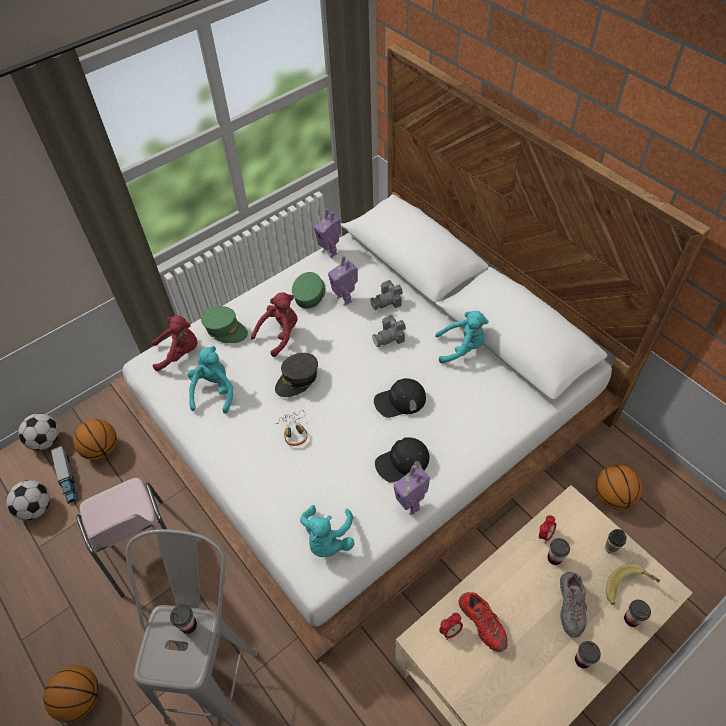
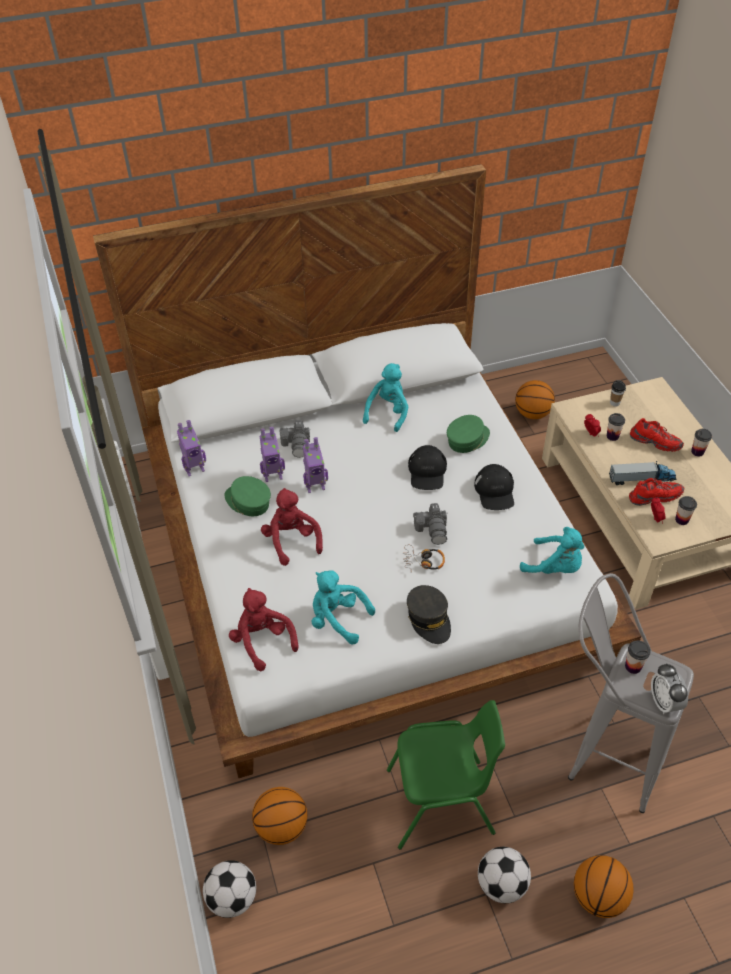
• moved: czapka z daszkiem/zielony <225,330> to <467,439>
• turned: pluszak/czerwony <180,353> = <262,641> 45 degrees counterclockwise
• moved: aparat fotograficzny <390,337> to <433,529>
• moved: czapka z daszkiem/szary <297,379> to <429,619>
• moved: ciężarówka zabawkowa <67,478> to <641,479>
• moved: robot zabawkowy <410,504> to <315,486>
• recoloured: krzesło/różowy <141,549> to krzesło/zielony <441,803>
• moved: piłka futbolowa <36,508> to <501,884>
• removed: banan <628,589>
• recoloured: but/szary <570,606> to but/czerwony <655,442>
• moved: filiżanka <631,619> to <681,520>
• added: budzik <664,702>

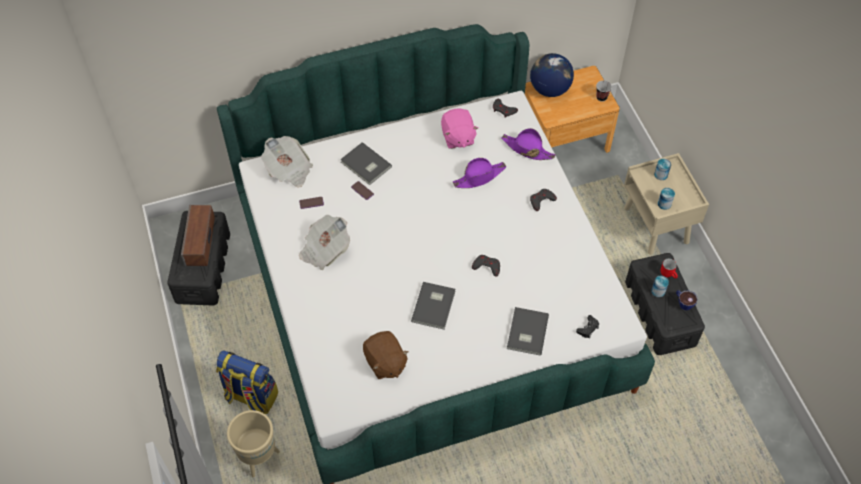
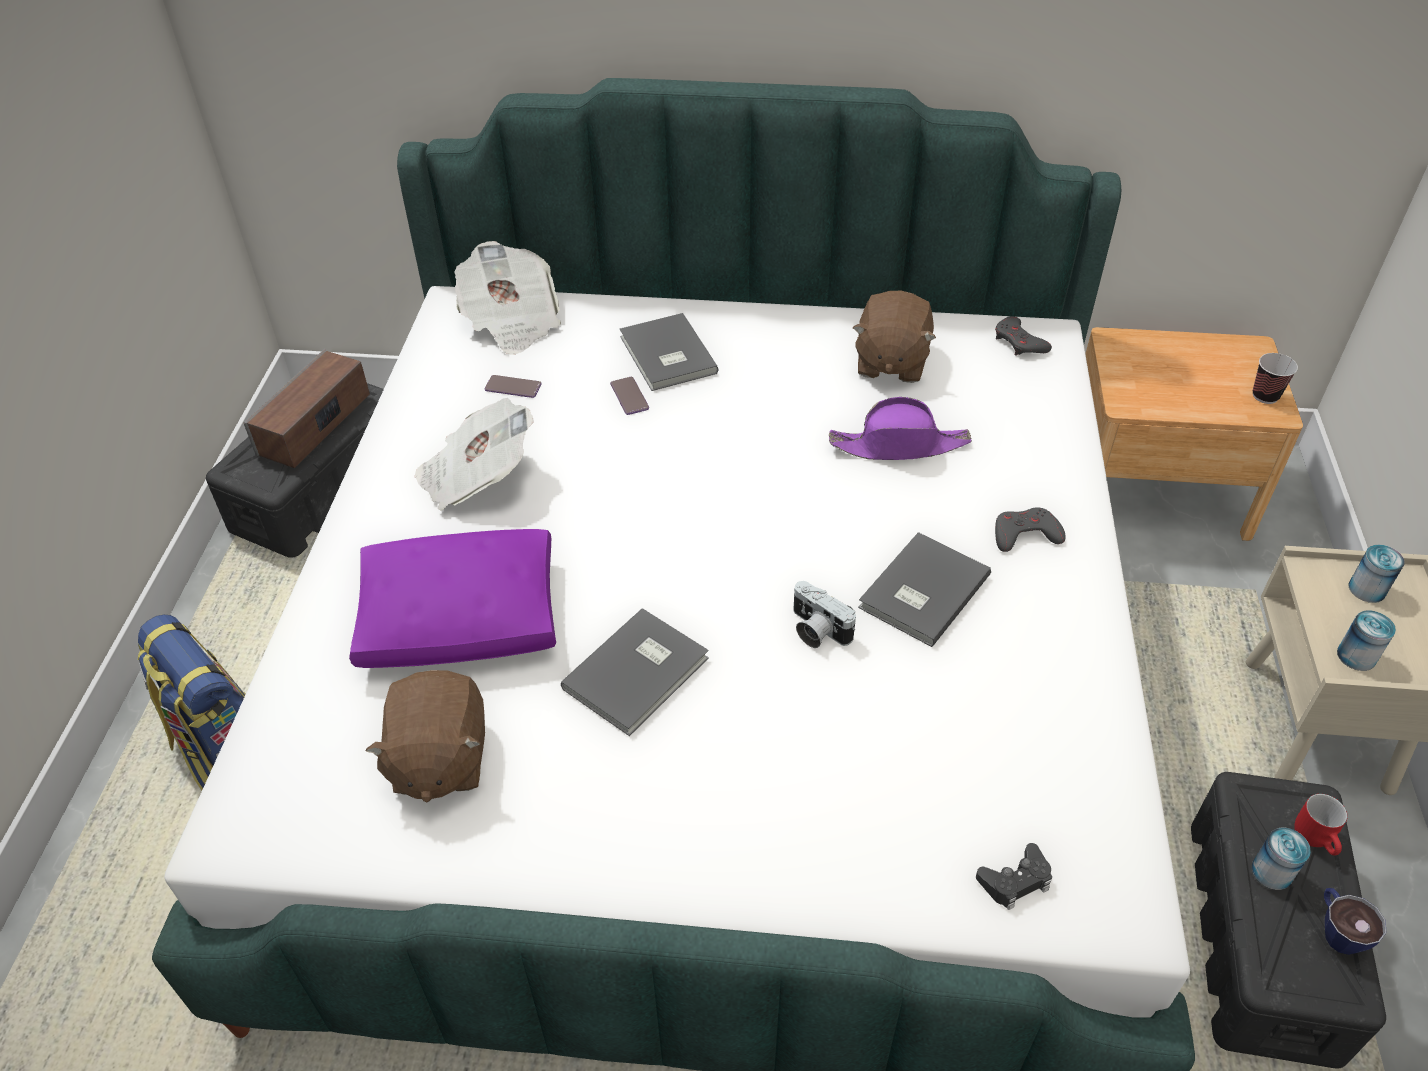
• removed: globus <549,89>
• recoloured: pluszak/różowy <457,137> to pluszak/brązowy <890,362>
• removed: kapelusz/fioletowy <527,149>
• replaced: pad do gier/szary <486,266> to aparat fotograficzny <816,630>
• moved: książka/szary <526,332> to <920,591>
• removed: donica/beżowy <258,458>
• added: poduszka/fioletowy <462,617>

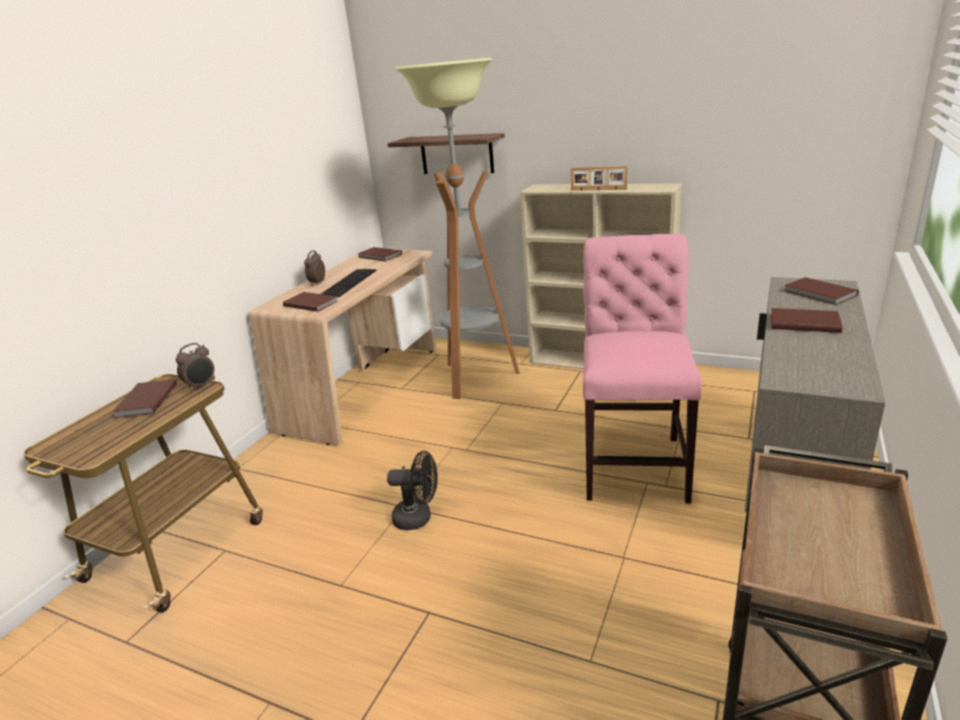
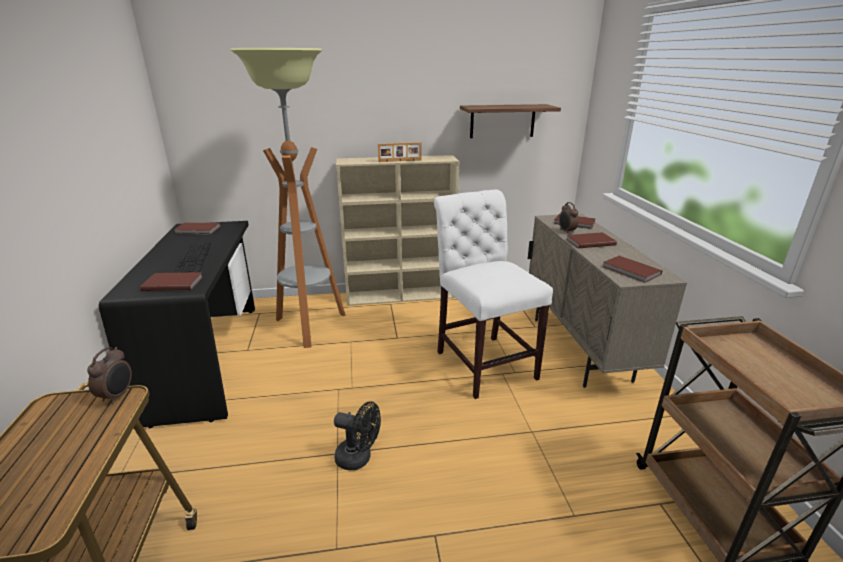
• moved: półka <456,154> to <502,121>
• recoloured: krzesło/różowy <635,462> to krzesło/biały <483,361>
• recoloured: biurko/beżowy <366,388> to biurko/czarny <209,358>
• moved: budzik <317,283> to <566,232>
• moved: książka/brązowy <145,401> to <631,271>
• turned: wentylator/czarny <419,518> = <359,458> 45 degrees clockwise

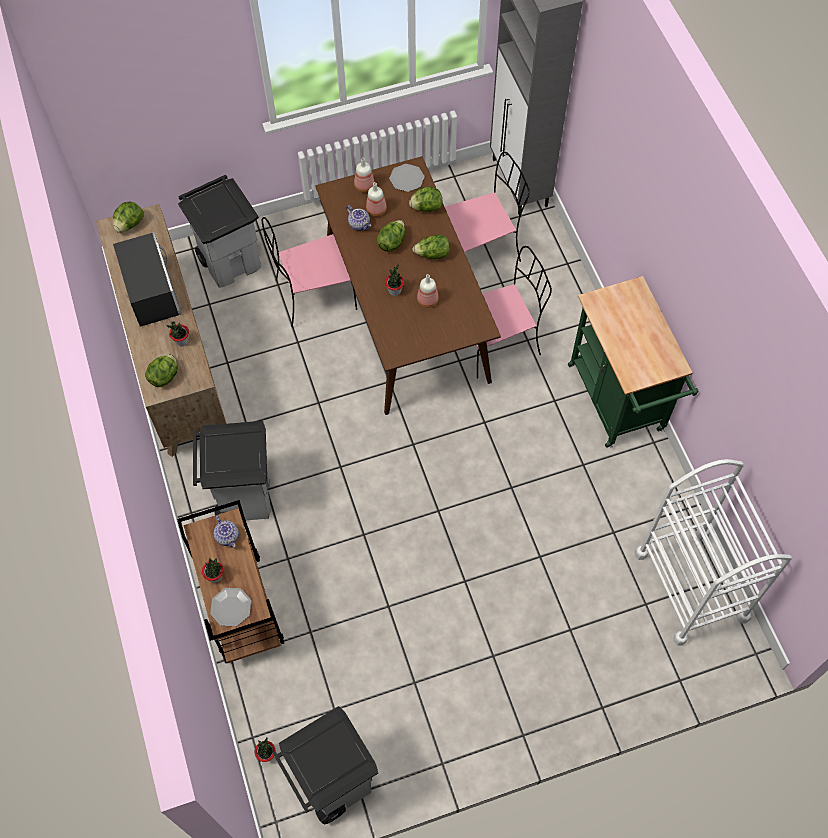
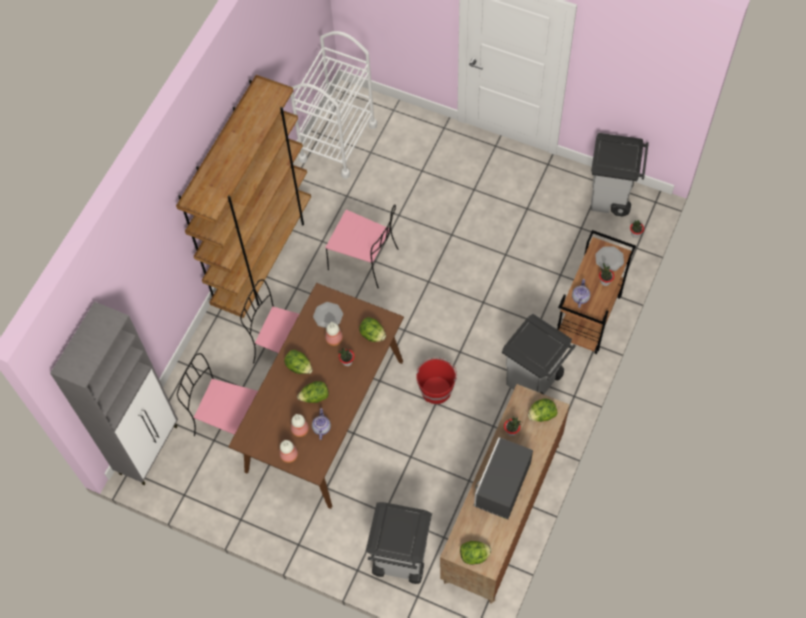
• moved: talerz <406,178> to <328,315>
• moved: sałata <426,207> to <372,335>
• moved: krzesło/różowy <313,295> to <365,260>
• replaced: wózek/zielony <619,403> to regał/brązowy <263,256>
• added: wiadro/czerwony <436,389>

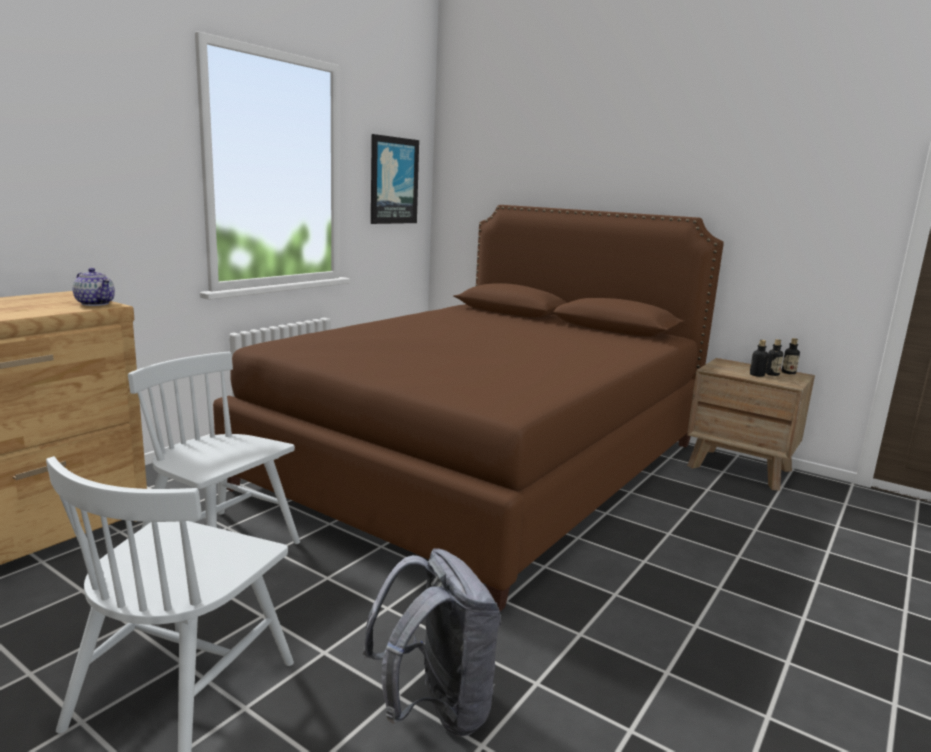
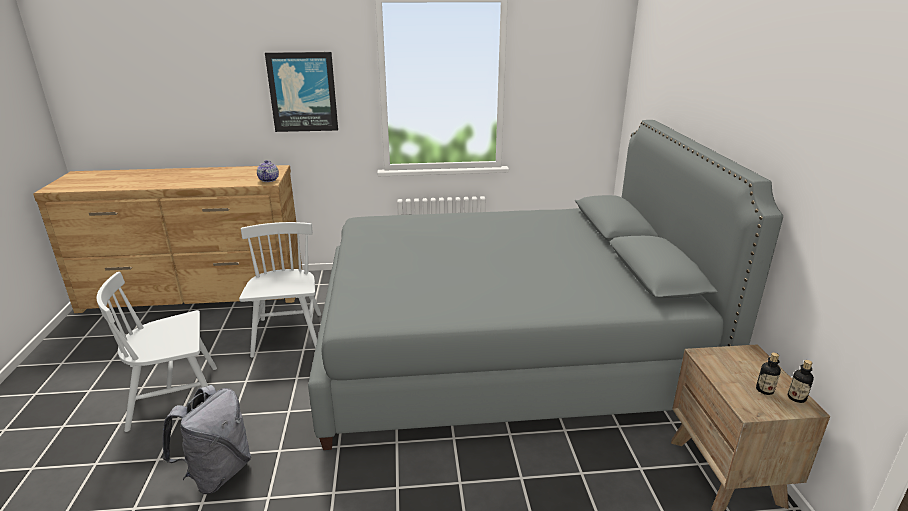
• moved: obraz <393,181> to <303,92>
• recoloured: łóżko/brązowy <484,464> to łóżko/szary <503,351>
• removed: butelka <757,375>

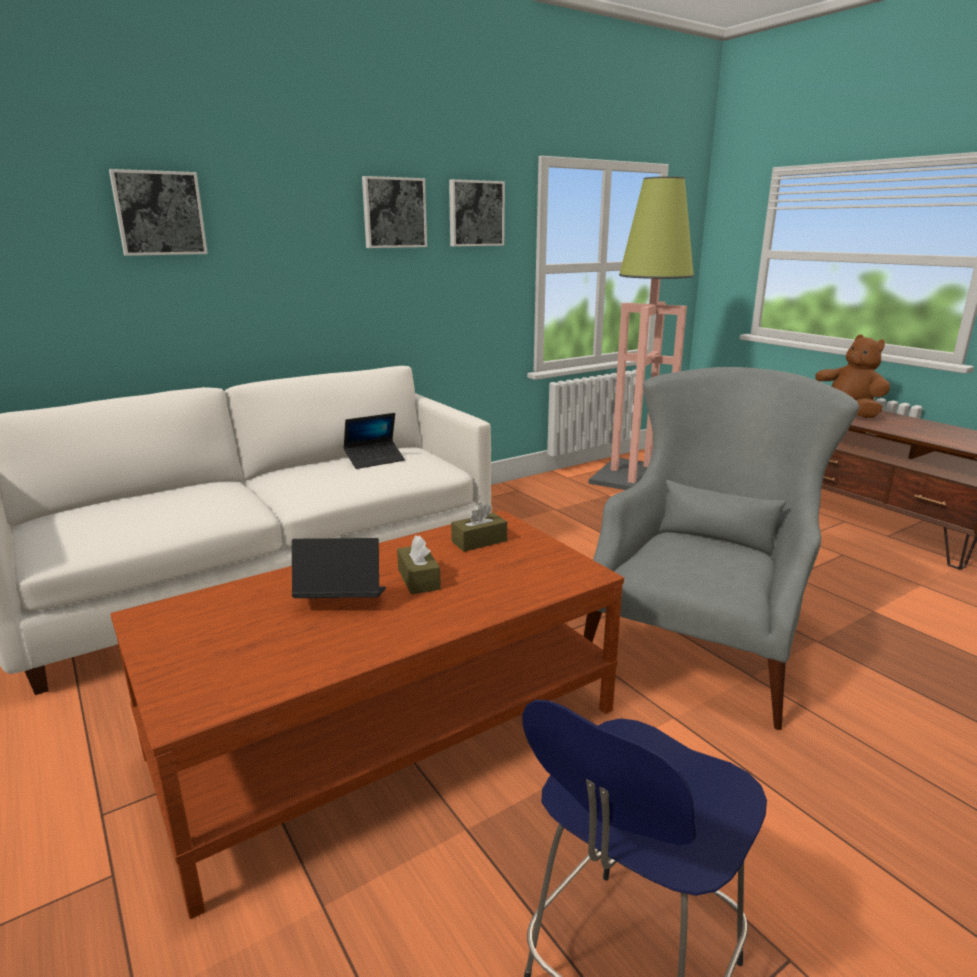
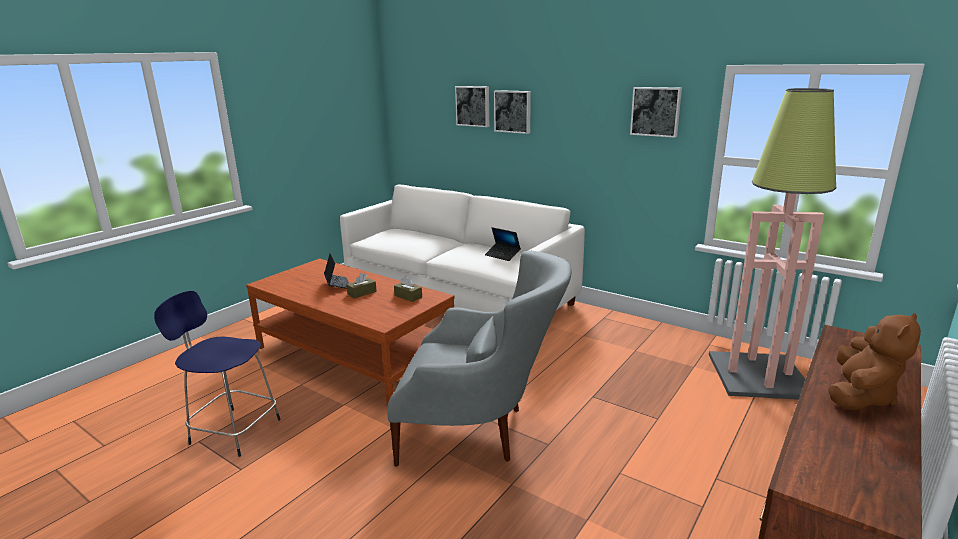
• moved: obraz <393,213> to <513,111>

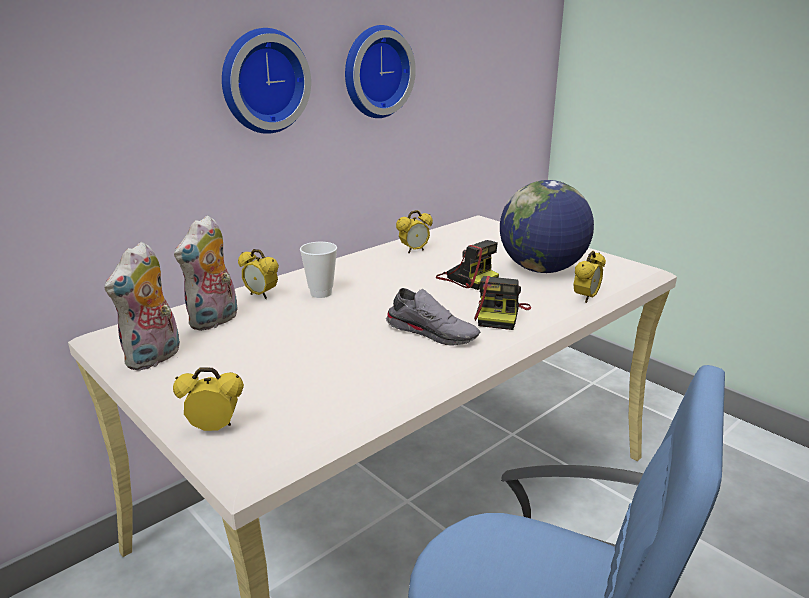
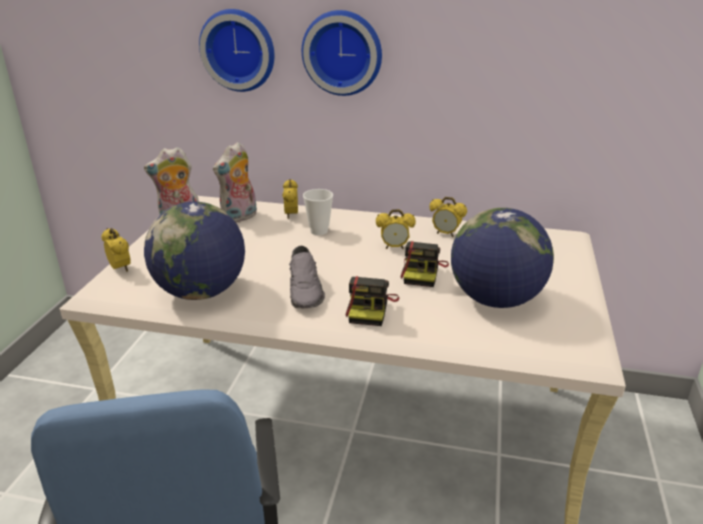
• moved: zegar ścienny <375,72> to <239,50>
• turned: pluszak <214,321> = <240,218> 45 degrees counterclockwise
• moved: budzik <586,298> to <394,247>
• turned: aparat fotograficzny <500,315> = <370,308> 60 degrees counterclockwise
• added: globus <201,292>

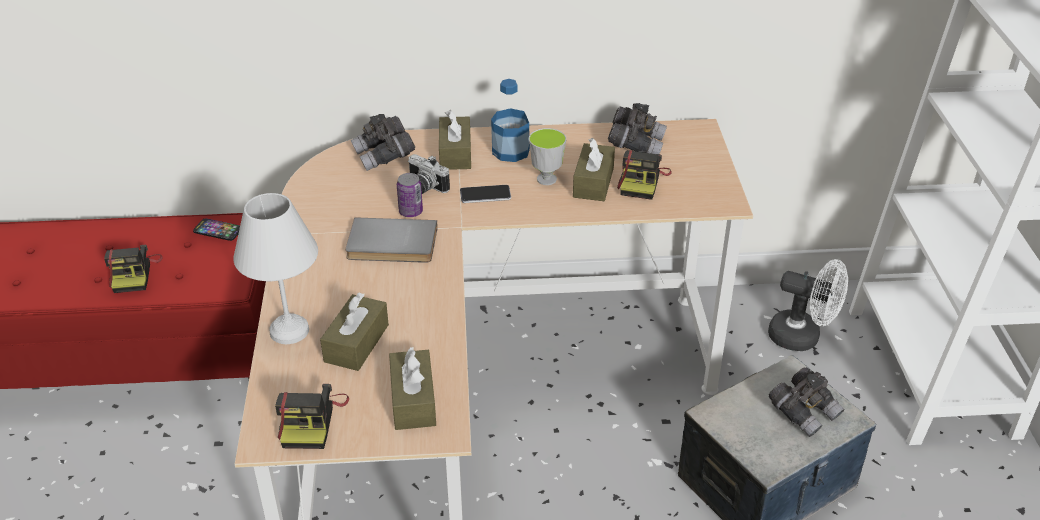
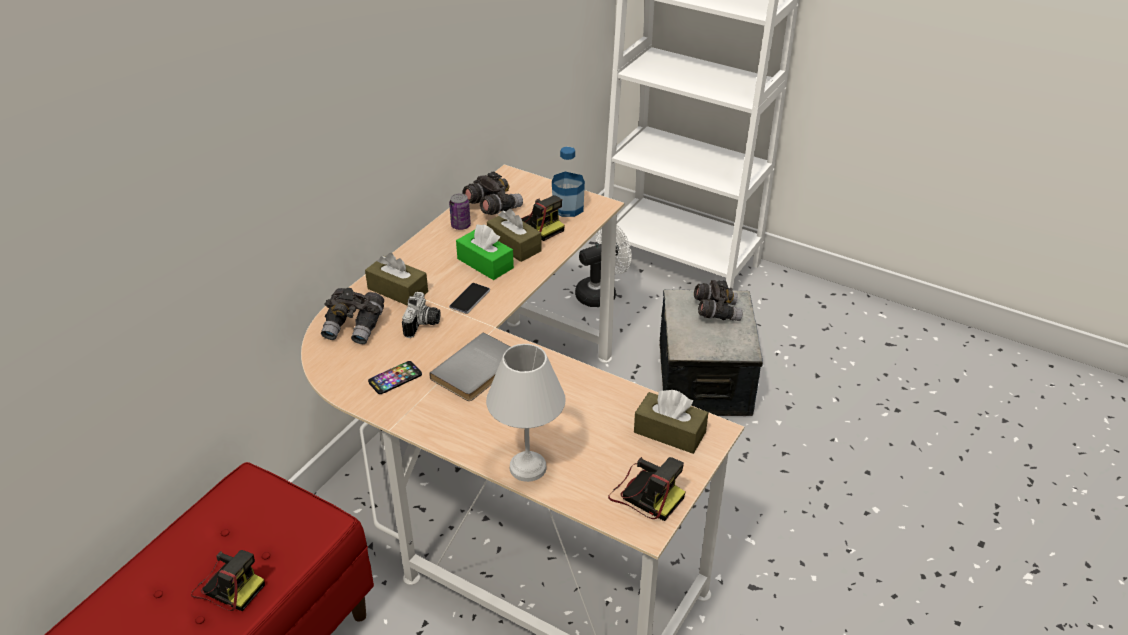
• moved: butelka <511,151> to <568,208>
• replaced: filiżanka <546,179> to pudełko chusteczek/zielony <485,263>
• turned: aparat fotograficzny <423,188> = <423,325> 60 degrees counterclockwise
• moved: puszka <410,212> to <460,226>
• moved: telefon <218,230> to <395,378>
• removed: pudełko chusteczek/brązowy <356,343>

